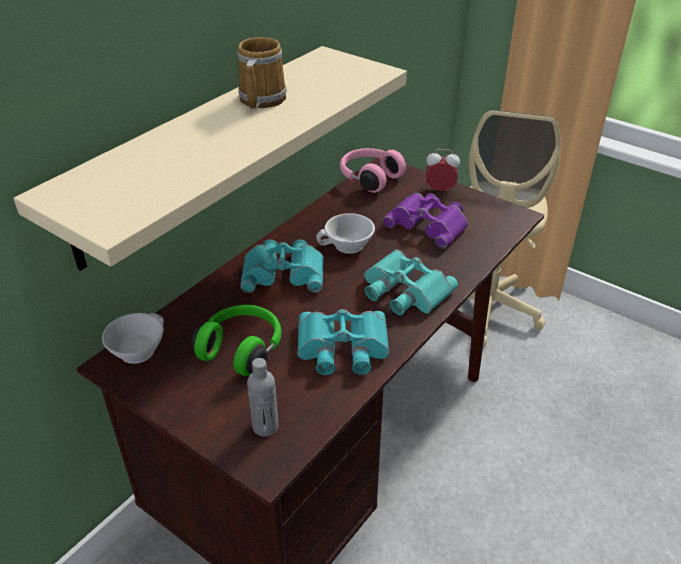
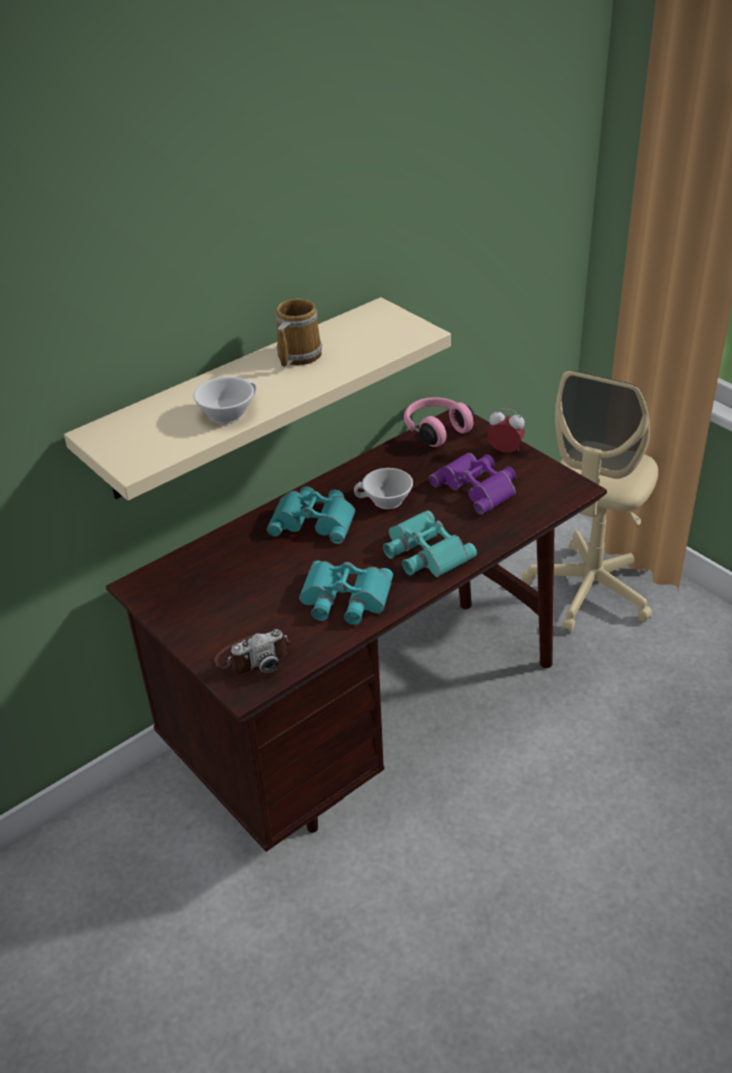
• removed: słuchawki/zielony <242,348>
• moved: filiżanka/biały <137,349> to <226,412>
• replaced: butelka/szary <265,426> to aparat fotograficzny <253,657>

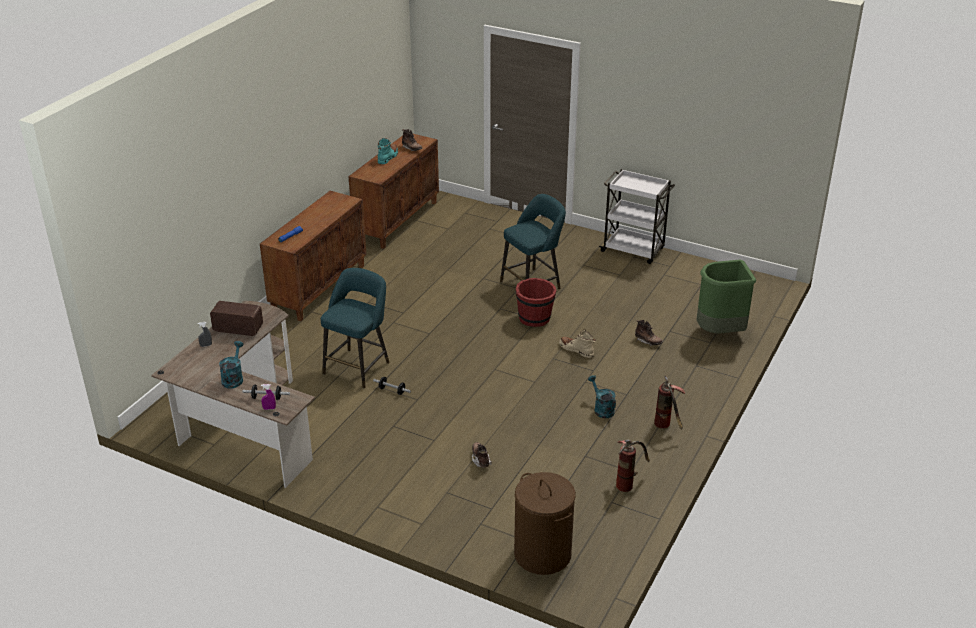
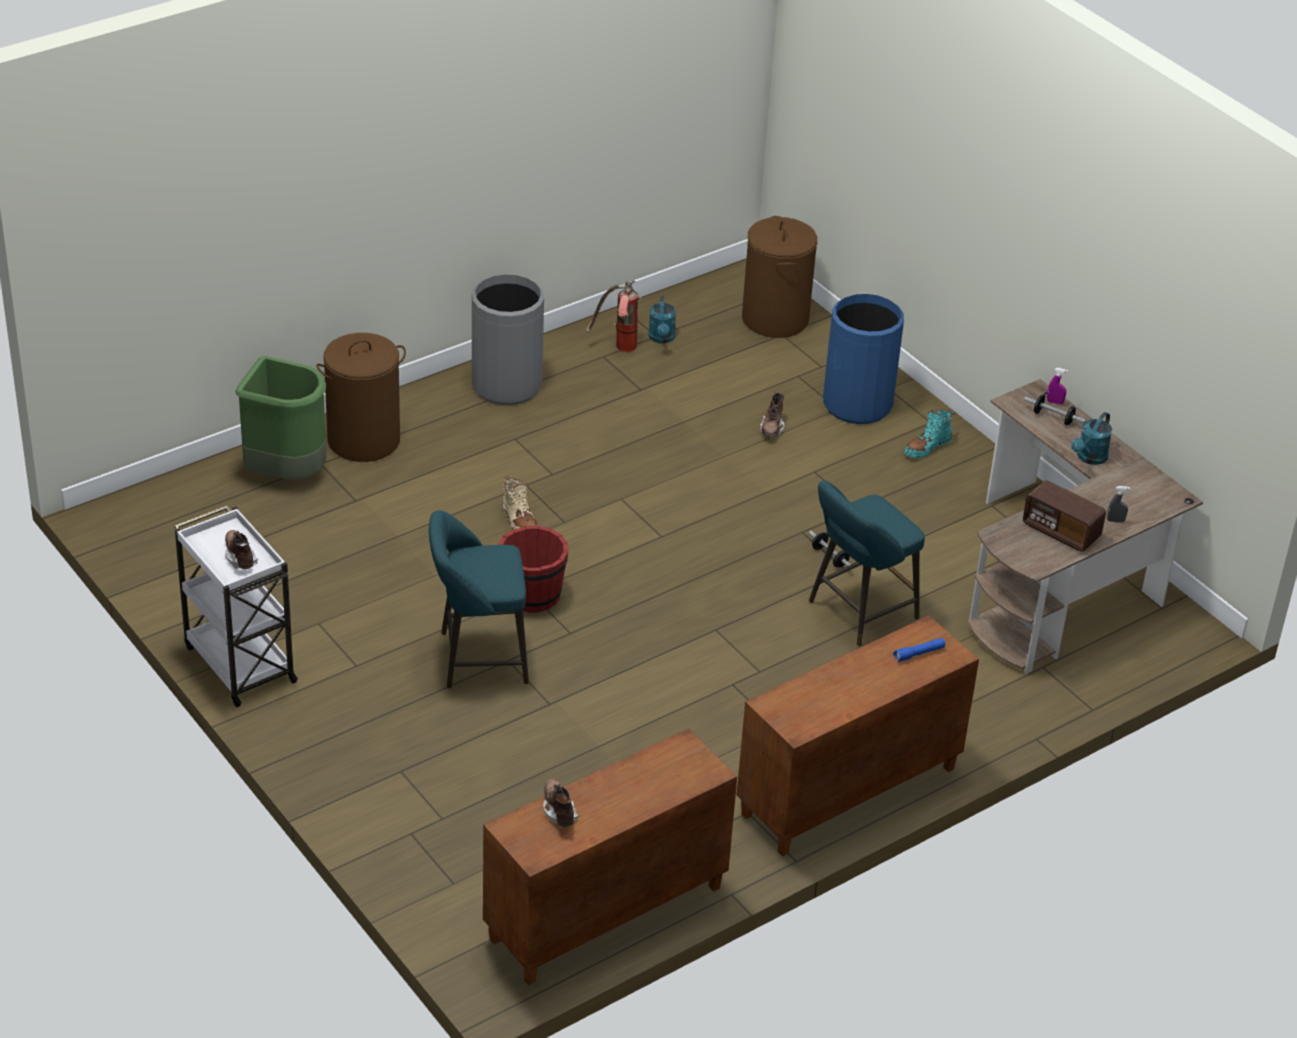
• moved: but z cholewką/turkusowy <388,157> to <927,447>
• moved: but z cholewką/brązowy <648,342> to <240,557>
• moved: konewka/turkusowy <601,409> to <662,338>
• replaced: gaśnica <667,426> to kosz na śmieci/szary <507,385>
• added: kosz na śmieci/niebieski <857,404>
• added: kosz na pranie/brązowy <364,440>

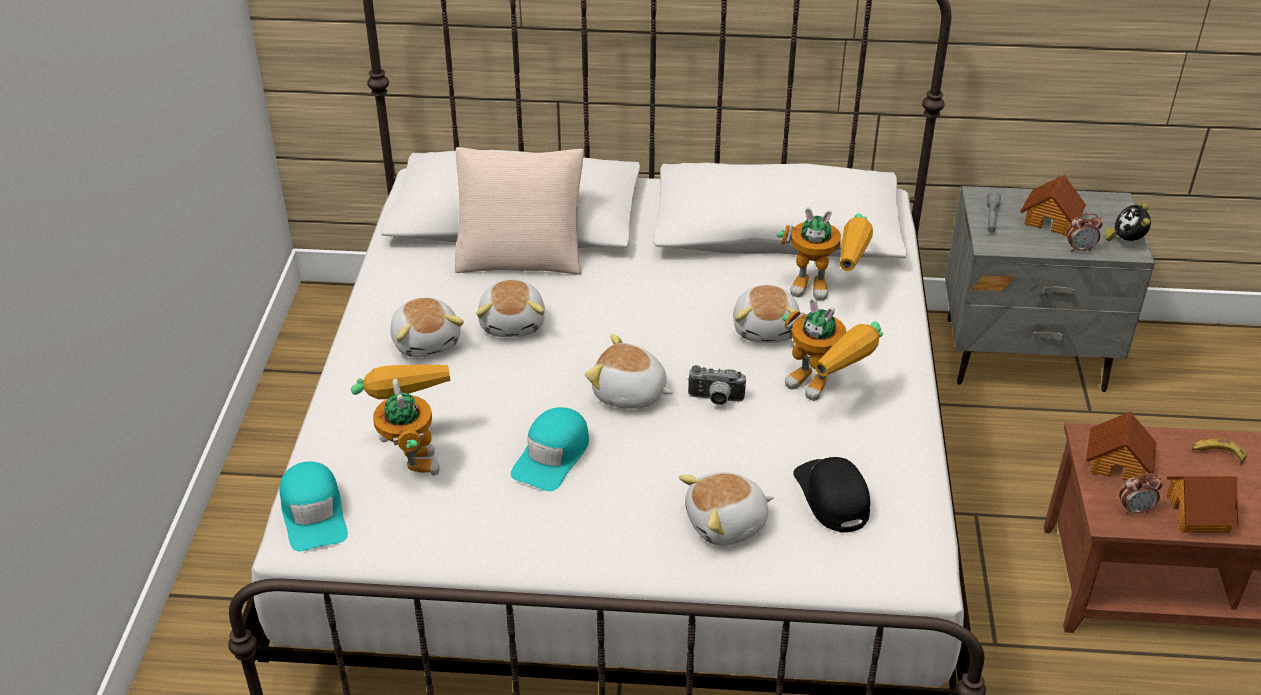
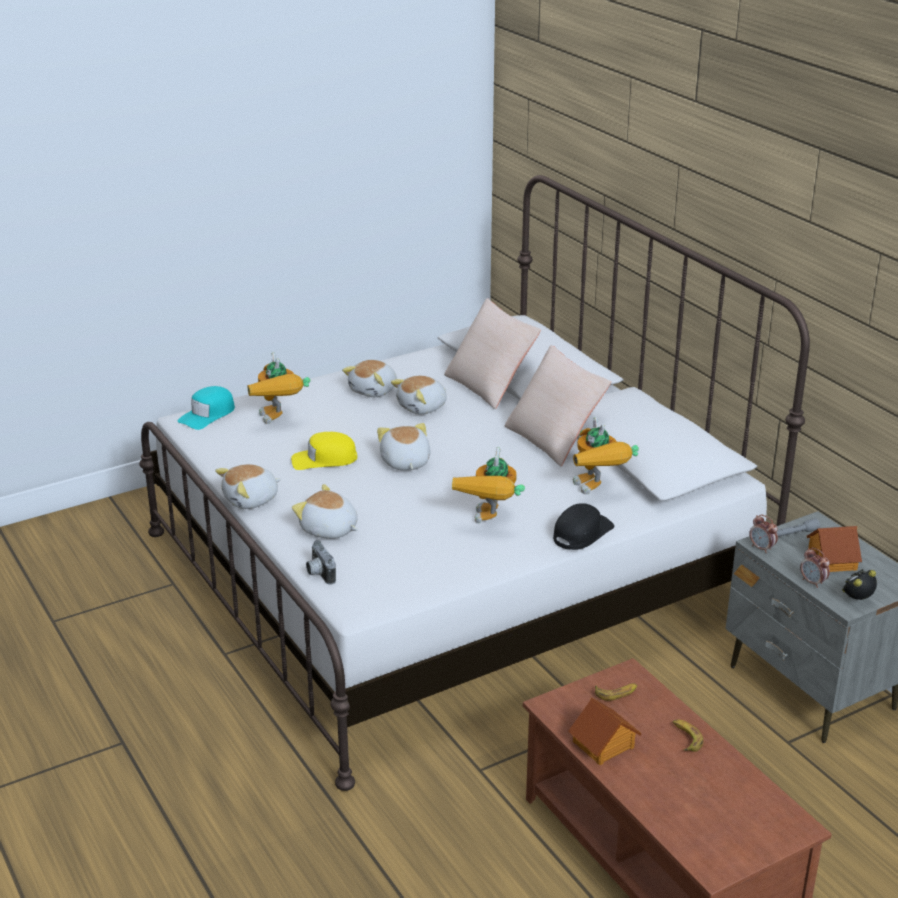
• moved: pluszak <766,328> to <251,500>
• turned: robot zabawkowy <410,453> = <279,421> 120 degrees clockwise
• moved: aparat fotograficzny <715,400> to <318,574>
• recoloured: czapka z daszkiem/turkusowy <552,456> to czapka z daszkiem/żółty <324,459>
• replaced: domek <1118,463> to banan <616,693>
• moved: czapka z daszkiem/czarny <832,496> to <582,533>
• moved: budzik <1135,510> to <762,548>
• added: poduszka/beżowy <554,439>

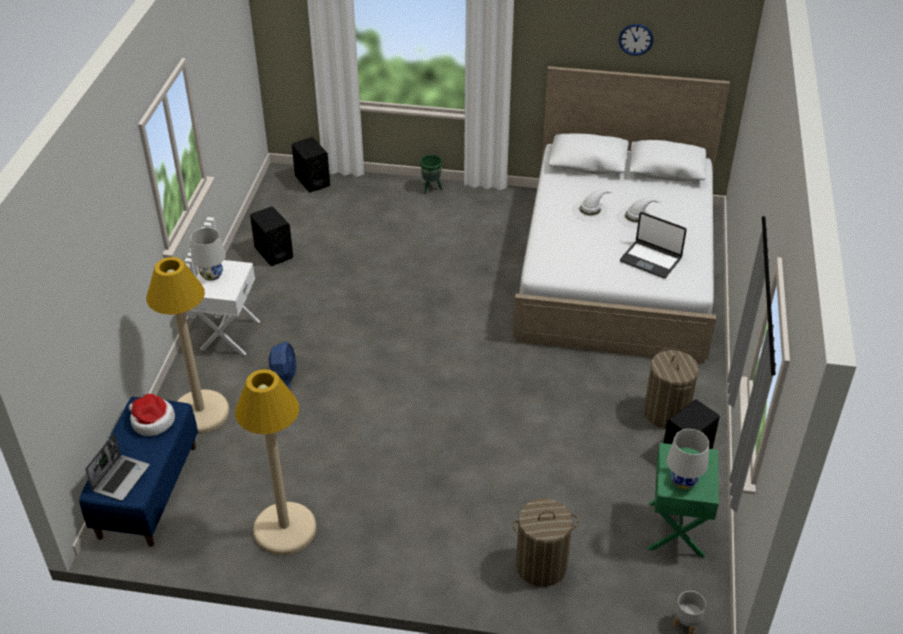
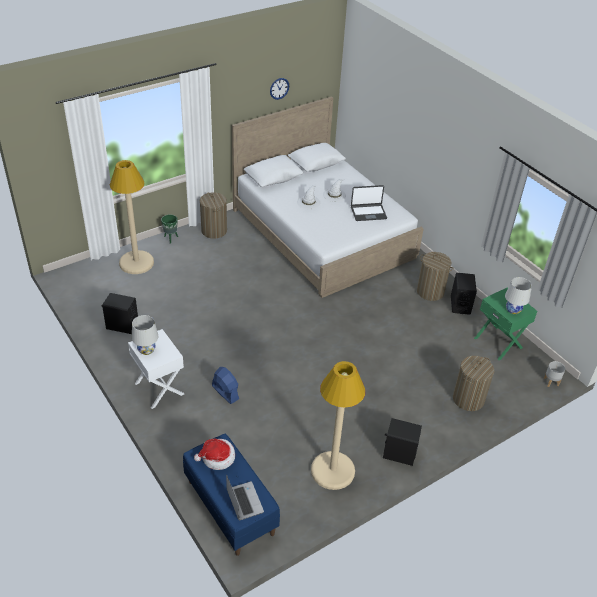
• moved: głośnik/czarny <312,181> to <399,453>
• moved: lampa stojąca/beżowy <200,412> to <136,263>
• added: kosz na pranie <214,231>

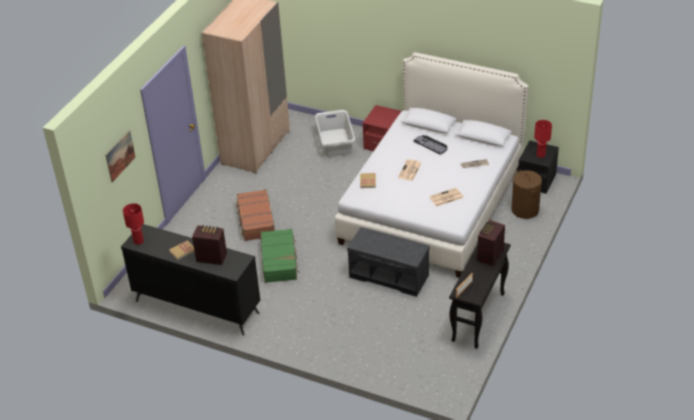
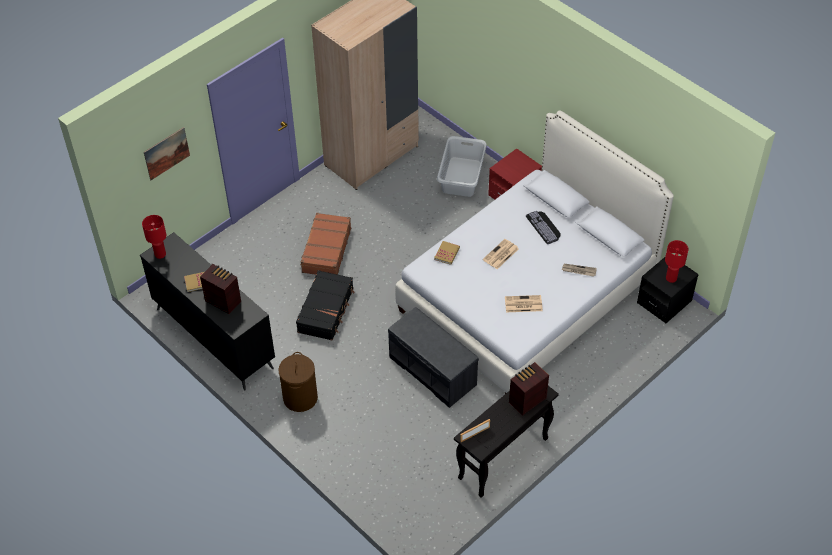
• moved: kosz na pranie/brązowy <525,210> to <300,397>
• recoloured: walizka/zielony <279,261> to walizka/czarny <326,310>

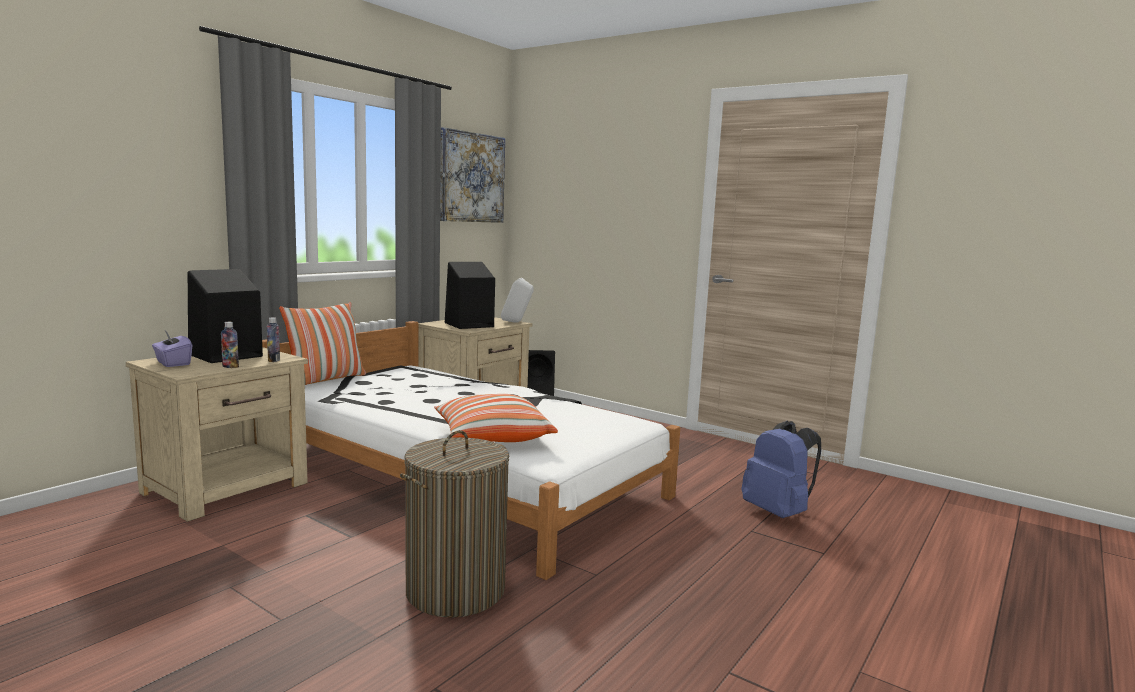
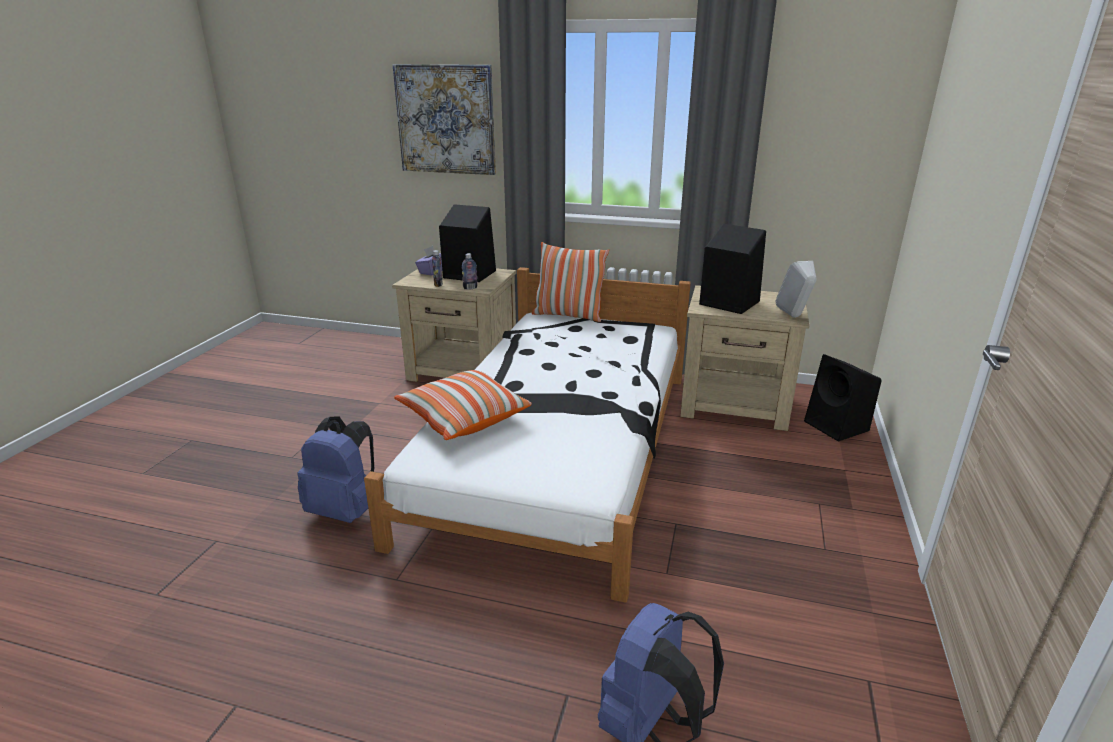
• moved: obraz <471,177> to <446,119>
• replaced: kosz na pranie <455,590> to plecak/niebieski <345,510>

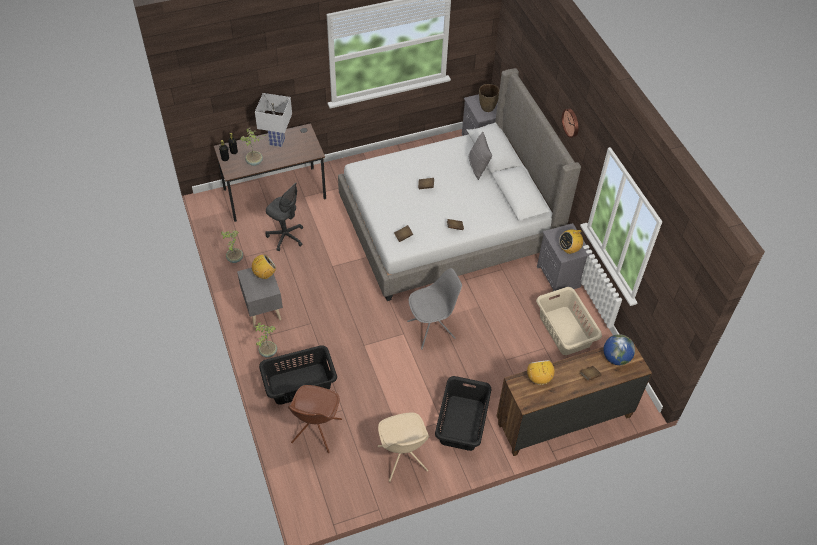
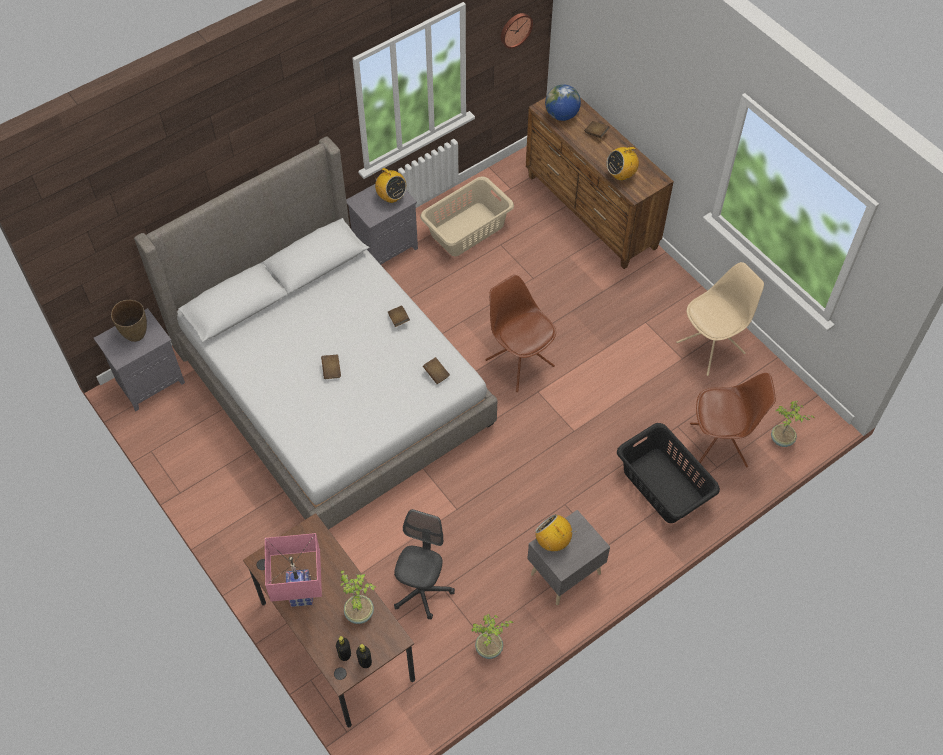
• recoloured: lampa stołowa/biały <276,142> to lampa stołowa/różowy <302,596>
• moved: zegar ścienny <571,122> to <515,29>
• removed: poduszka/szary <478,166>
• recoloured: krzesło/szary <432,329> to krzesło/brązowy <519,362>
• moved: roślina doniczkowa <267,352> to <782,440>
• removed: kosz na pranie/czarny <461,423>

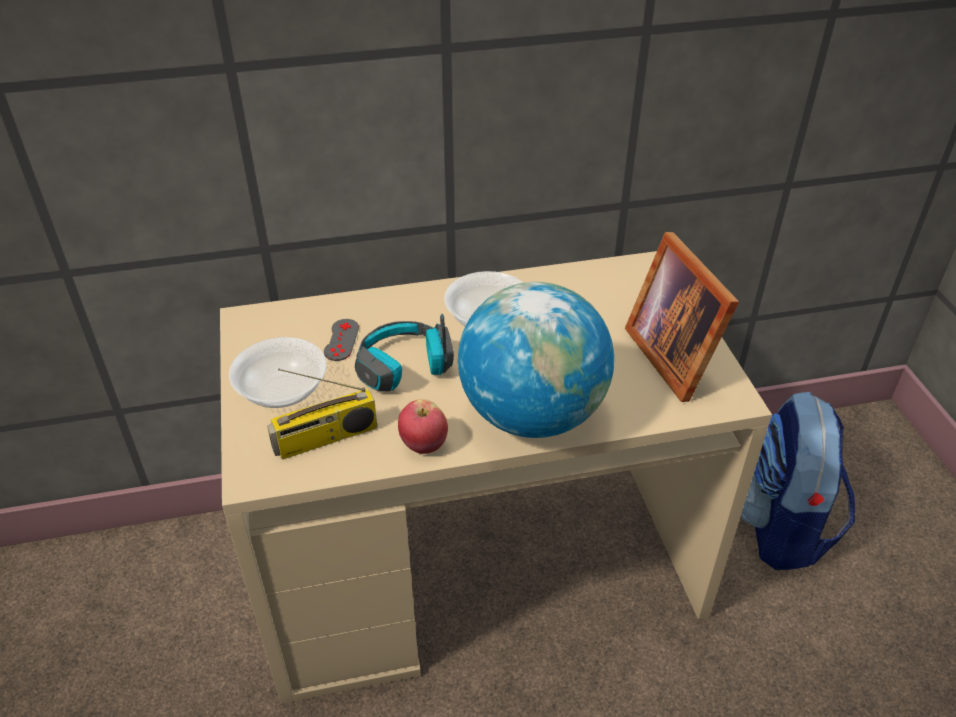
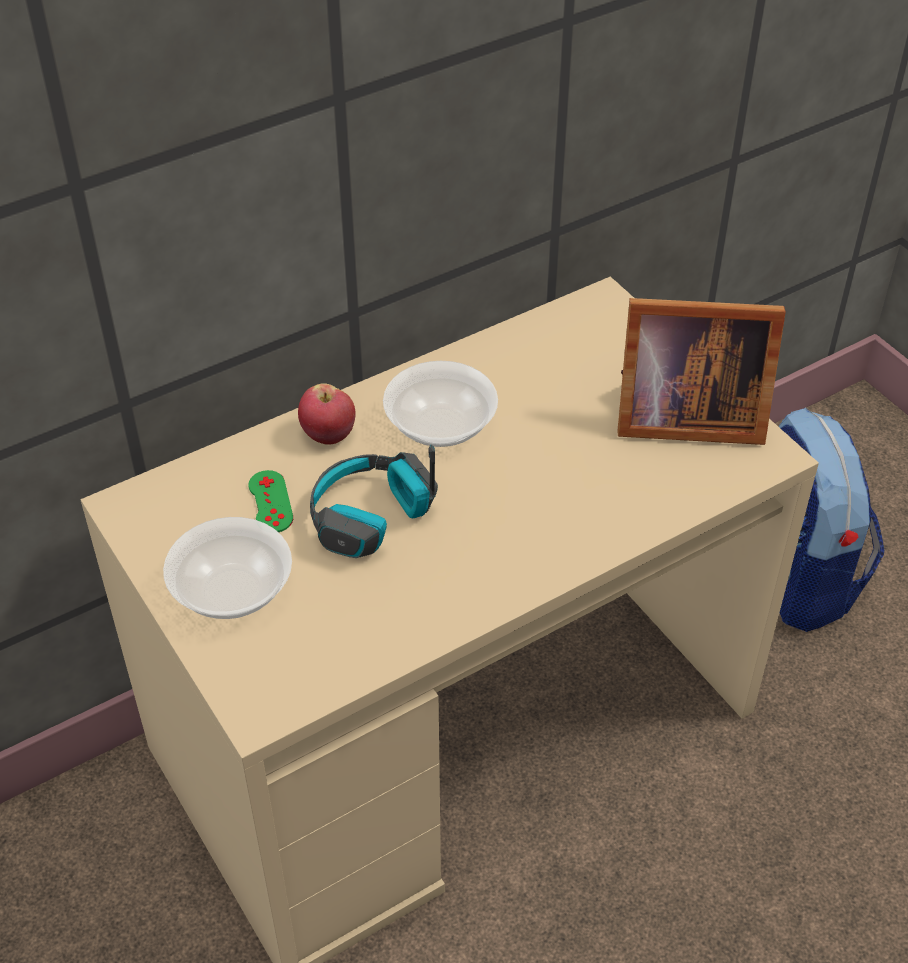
• turned: ramka na zdjęcie <675,355> = <683,416> 45 degrees counterclockwise
• removed: globus <532,414>
• recoloured: pad do gier/szary <341,340> to pad do gier/zielony <270,502>
• removed: radio <325,439>
• moved: jabłko <424,445> to <328,435>

